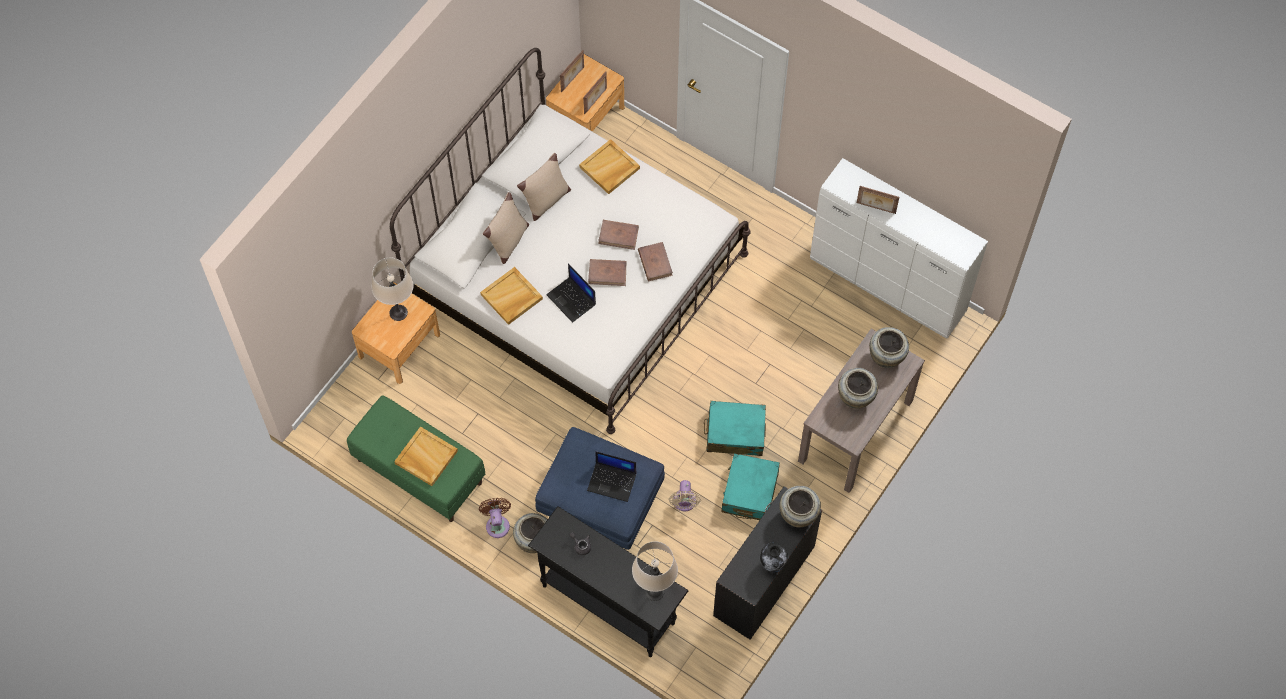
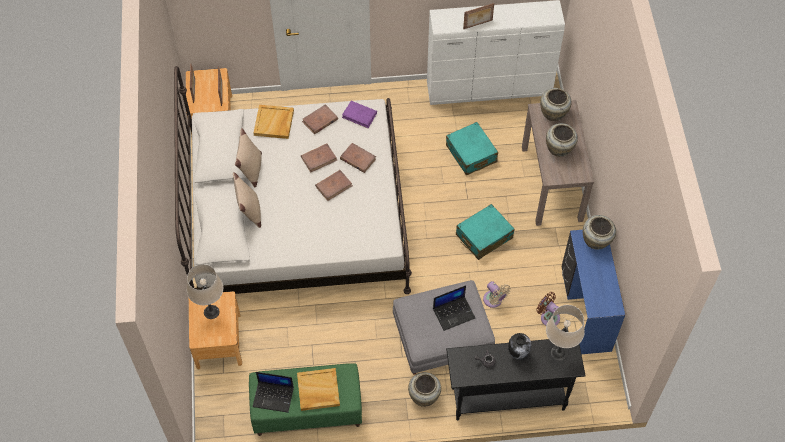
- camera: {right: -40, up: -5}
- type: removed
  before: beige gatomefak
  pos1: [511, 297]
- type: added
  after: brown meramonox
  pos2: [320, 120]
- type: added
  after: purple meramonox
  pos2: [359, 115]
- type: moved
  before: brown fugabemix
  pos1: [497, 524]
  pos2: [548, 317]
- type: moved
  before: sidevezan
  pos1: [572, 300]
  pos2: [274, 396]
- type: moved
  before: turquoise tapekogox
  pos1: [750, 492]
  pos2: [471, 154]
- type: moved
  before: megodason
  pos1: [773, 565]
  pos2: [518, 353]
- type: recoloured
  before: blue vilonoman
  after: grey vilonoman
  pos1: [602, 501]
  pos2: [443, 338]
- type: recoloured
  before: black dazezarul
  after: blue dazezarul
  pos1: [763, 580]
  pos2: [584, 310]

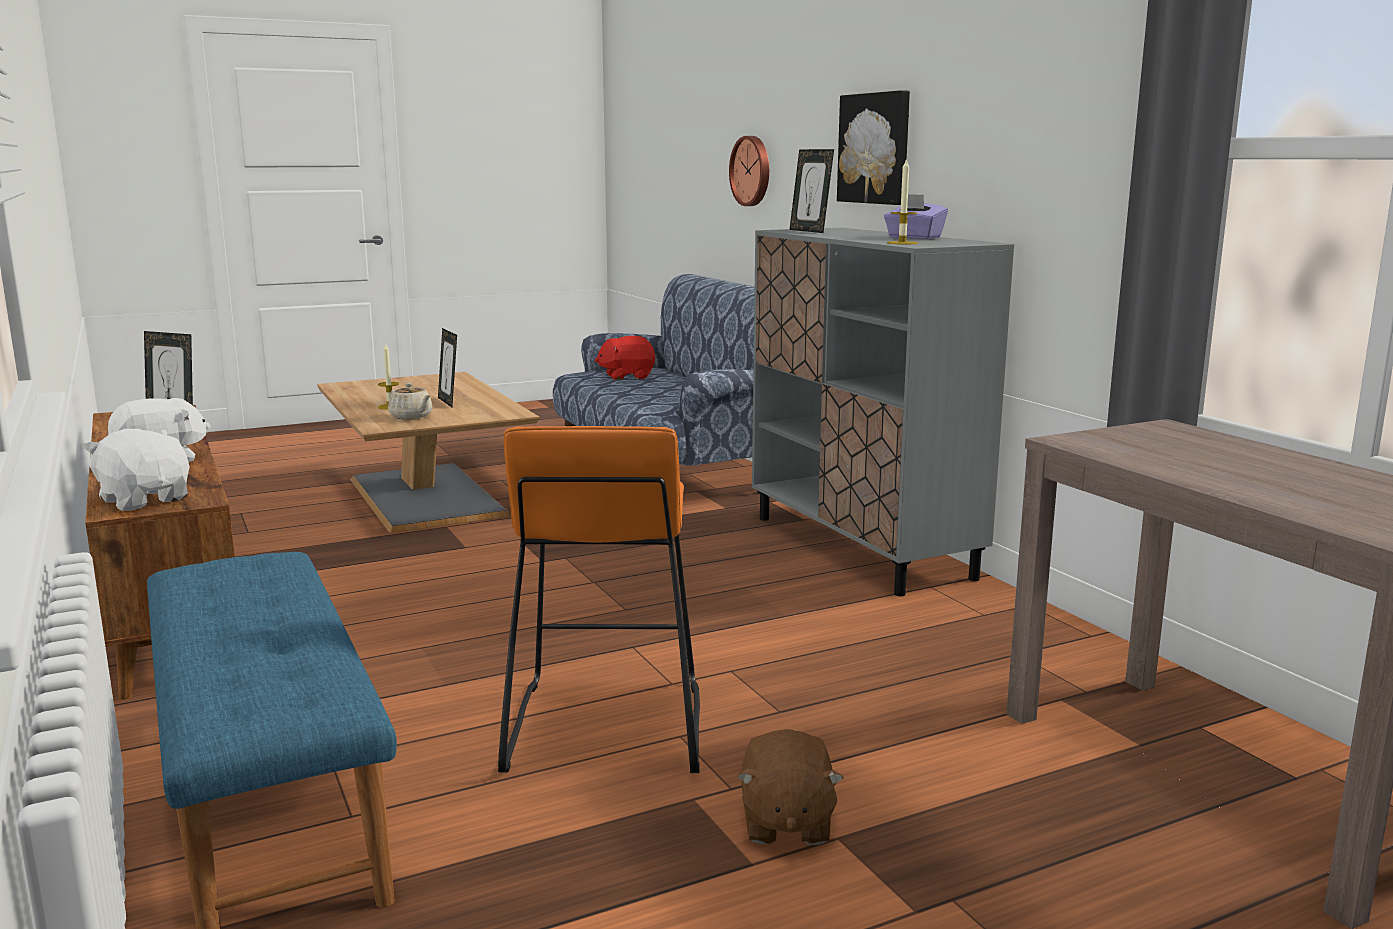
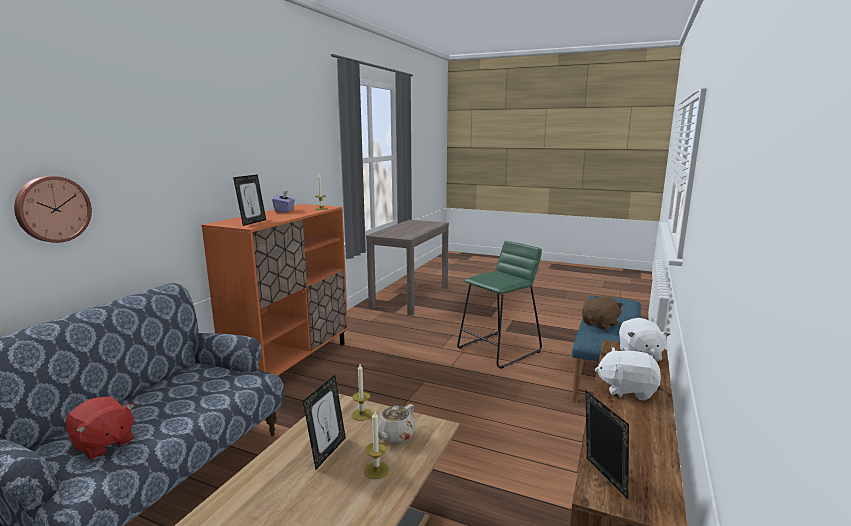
- camera: {right: -130, up: 0}
- type: removed
  before: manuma
  pos1: [876, 148]
- type: added
  after: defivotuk
  pos2: [361, 414]
- type: moved
  before: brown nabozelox
  pos1: [785, 823]
  pos2: [600, 324]
- type: recoloured
  before: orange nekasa
  after: green nekasa
  pos1: [604, 727]
  pos2: [499, 350]
- type: recoloured
  before: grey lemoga
  after: orange lemoga
  pos1: [861, 547]
  pos2: [291, 363]
- type: turned
  before: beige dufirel
  pos1: [411, 417]
  pos2: [395, 435]
  turn: -150

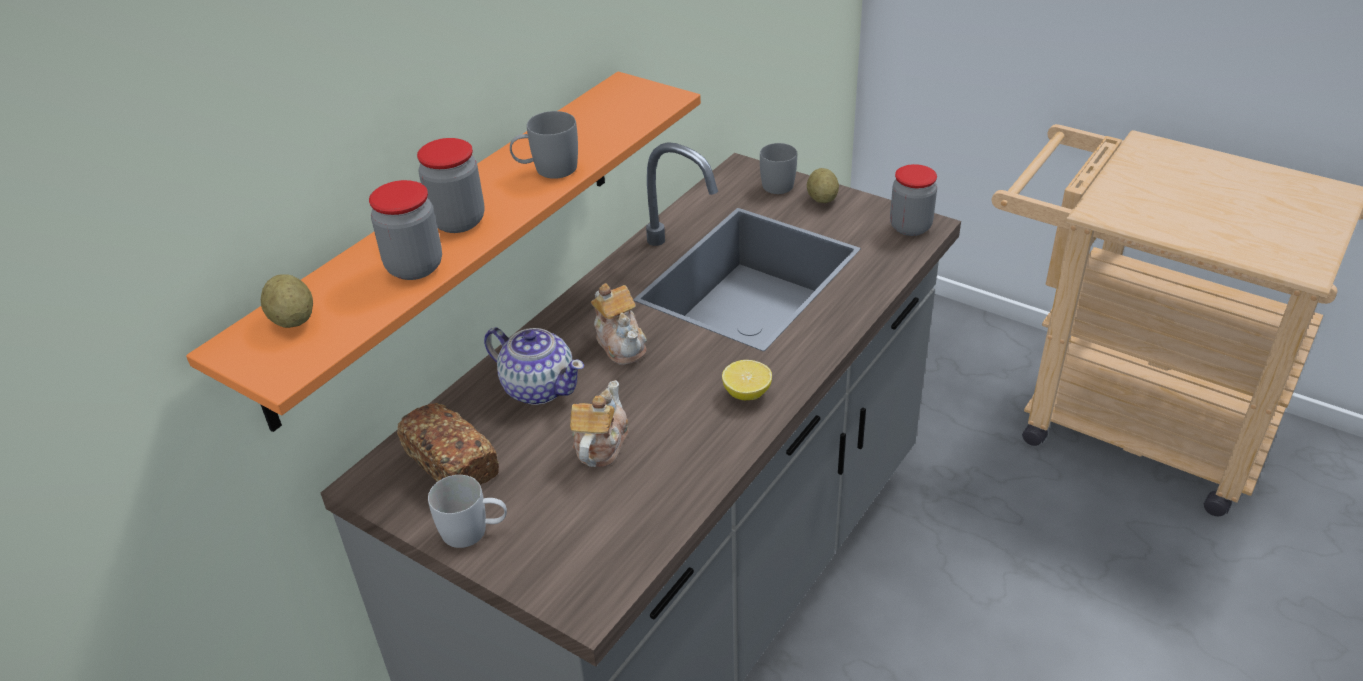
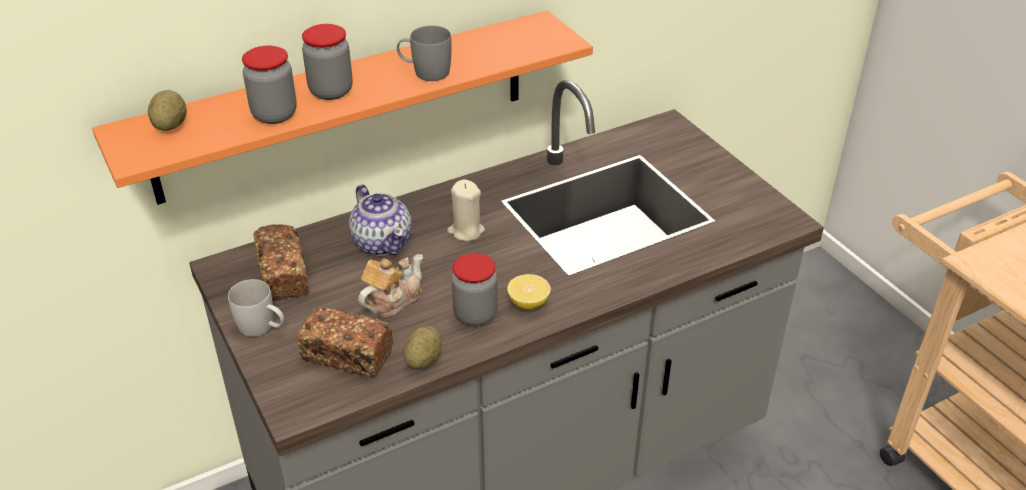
- camera: {right: 25, up: 0}
- type: removed
  before: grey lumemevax
  pos1: [776, 182]
- type: added
  after: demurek
  pos2: [347, 355]
- type: moved
  before: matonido
  pos1: [822, 199]
  pos2: [423, 359]
- type: moved
  before: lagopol
  pos1: [910, 227]
  pos2: [475, 314]
- type: replaced
  before: dufirel
  after: beige defivotuk
  pos1: [621, 343]
  pos2: [466, 231]

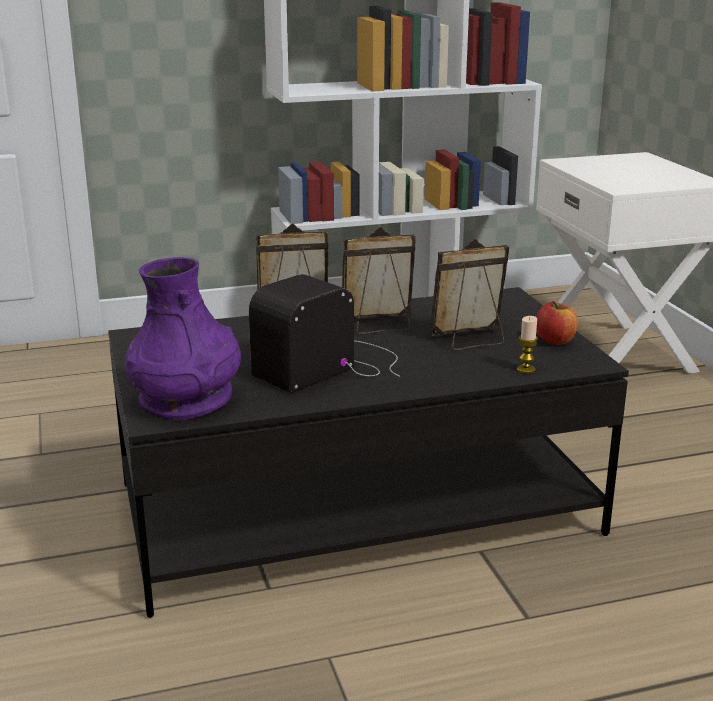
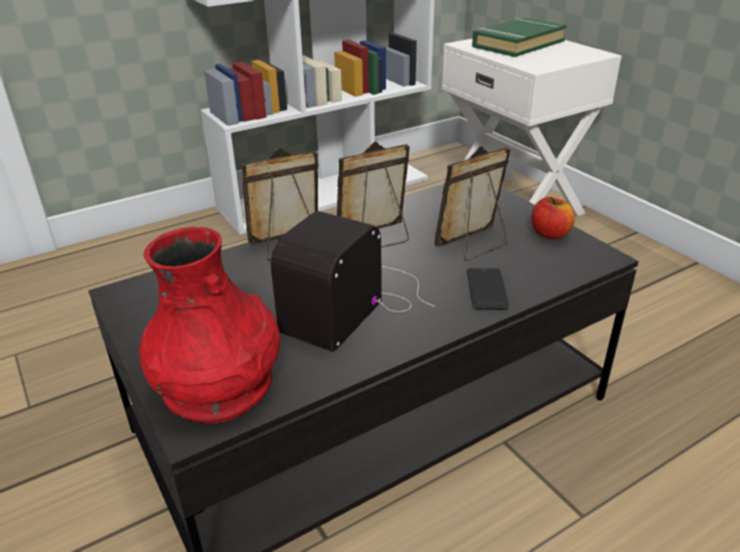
- camera: {right: -15, up: 10}
- type: removed
  before: defivotuk
  pos1: [526, 369]
- type: added
  after: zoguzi
  pos2: [486, 289]
- type: added
  after: green meramonox
  pos2: [517, 44]
- type: recoloured
  before: purple megodason
  after: red megodason
  pos1: [186, 399]
  pos2: [218, 384]

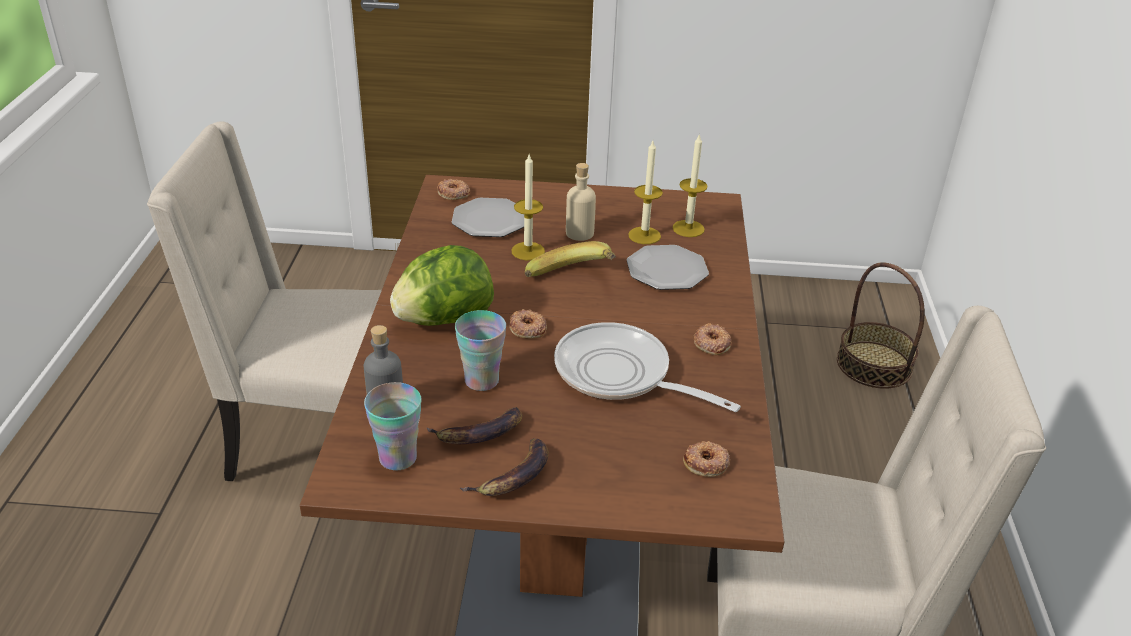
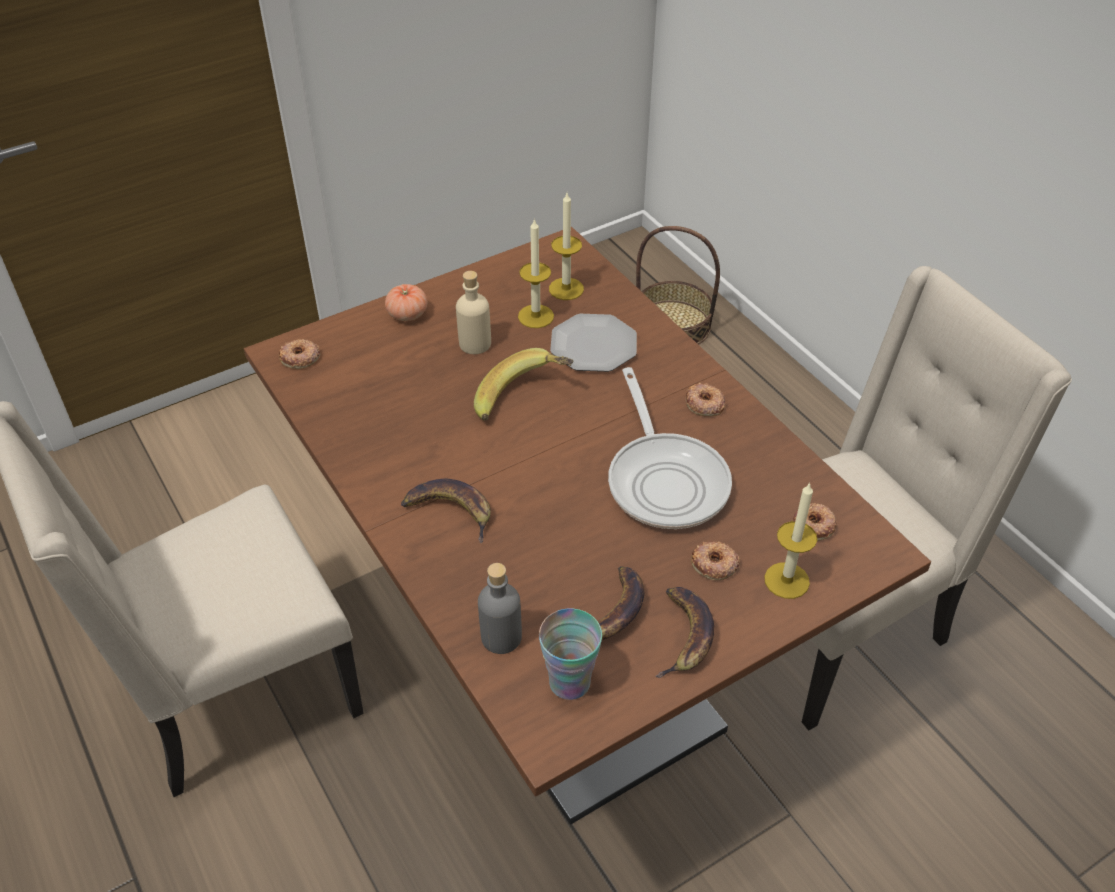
- camera: {right: -35, up: 10}
- type: removed
  before: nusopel
  pos1: [489, 221]
- type: removed
  before: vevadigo
  pos1: [481, 380]
- type: added
  after: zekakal
  pos2: [407, 314]
- type: moved
  before: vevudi
  pos1: [527, 328]
  pos2: [714, 564]
- type: moved
  before: defivotuk
  pos1: [528, 251]
  pos2: [786, 580]
- type: replaced
  before: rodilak
  after: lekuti
  pos1: [444, 319]
  pos2: [451, 511]
- type: turned
  before: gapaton
  pos1: [620, 375]
  pos2: [665, 479]
  turn: -105

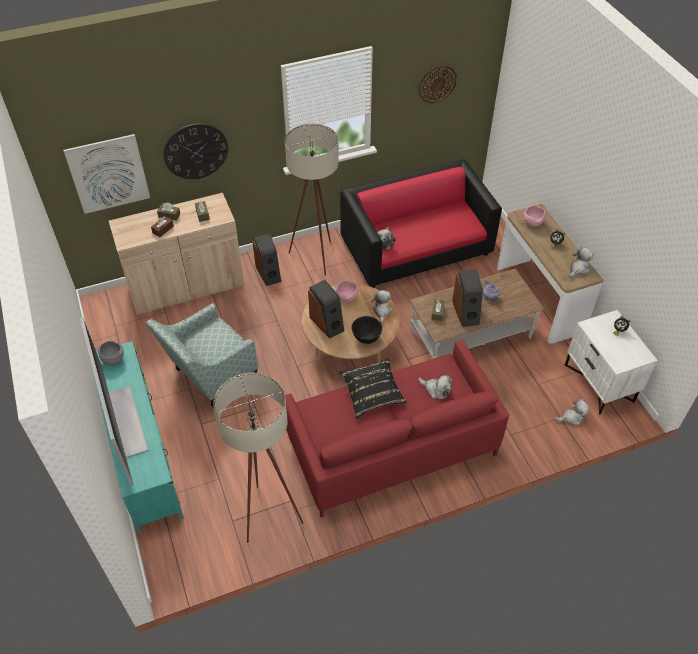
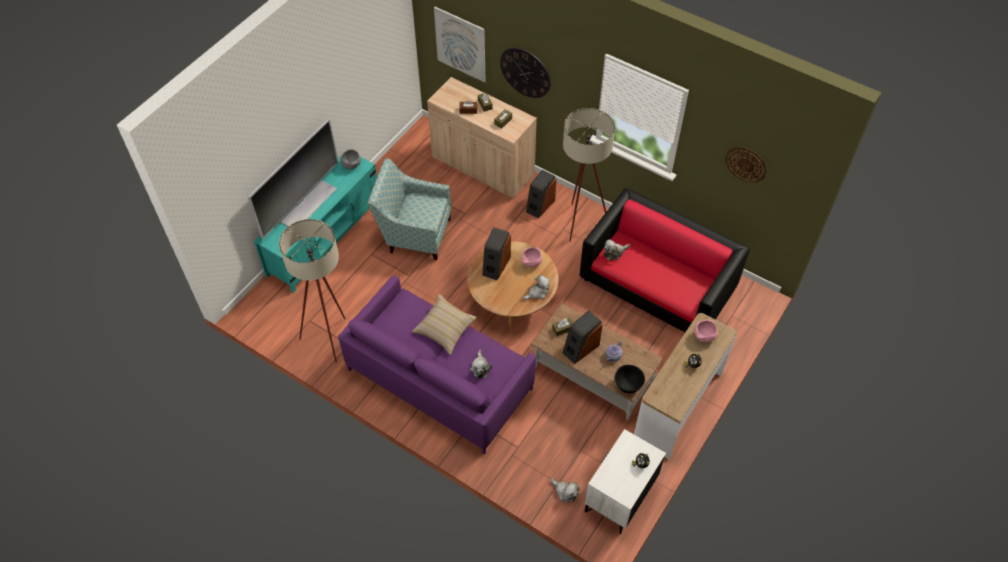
- camera: {right: 55, up: 5}
- type: removed
  before: nabozelox
  pos1: [578, 268]
- type: moved
  before: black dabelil
  pos1: [366, 338]
  pos2: [628, 385]
- type: recoloured
  before: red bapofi
  after: purple bapofi
  pos1: [391, 445]
  pos2: [440, 379]
- type: recoloured
  before: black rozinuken
  after: beige rozinuken
  pos1: [372, 394]
  pos2: [444, 329]

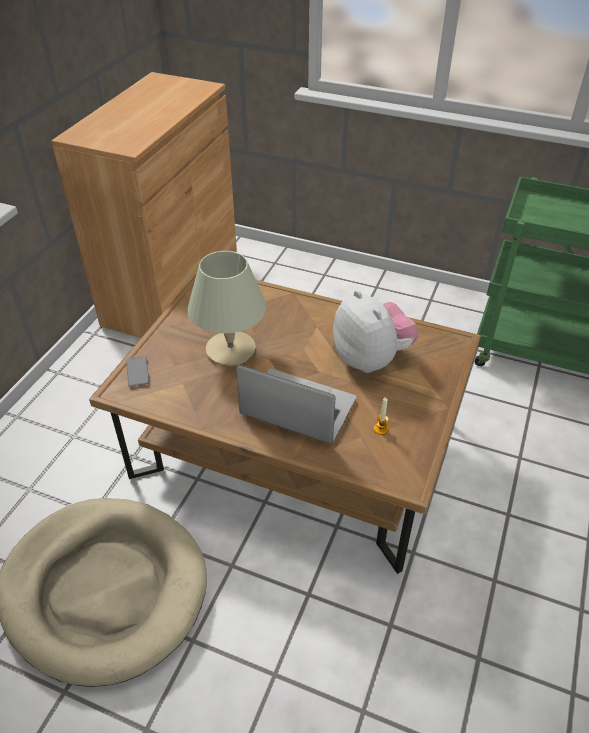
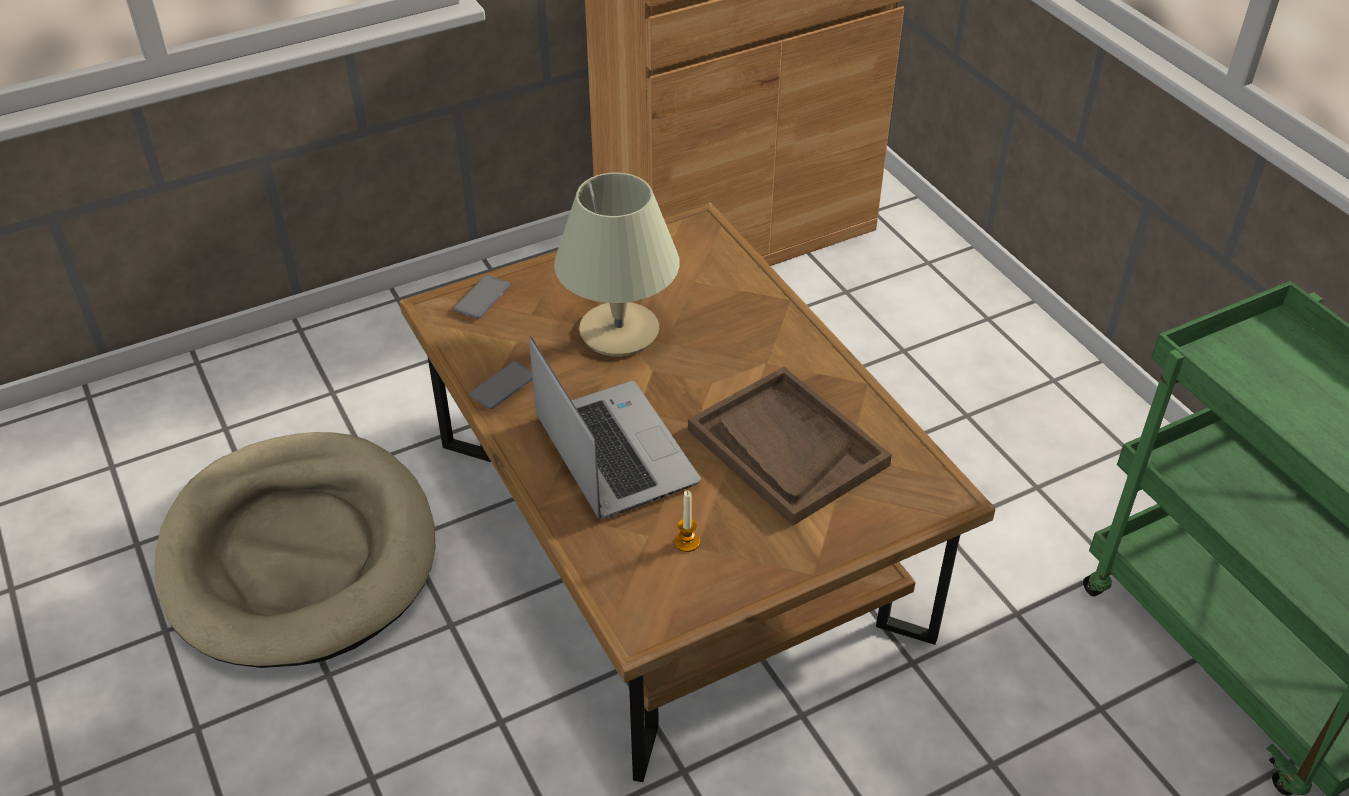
- camera: {right: 40, up: 0}
- type: added
  after: zoguzi
  pos2: [503, 386]
- type: replaced
  before: nabozelox
  after: brown gatomefak
  pos1: [371, 359]
  pos2: [786, 447]

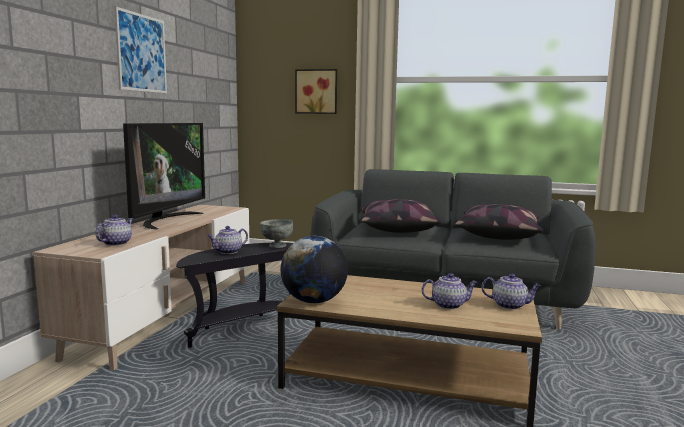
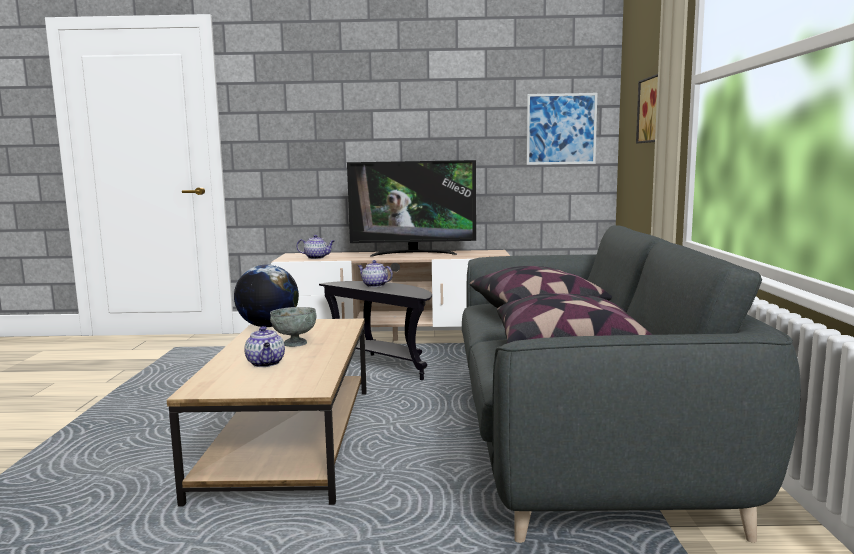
- camera: {right: 75, up: 0}
- type: removed
  before: dufirel
  pos1: [510, 305]
- type: moved
  before: manuma
  pos1: [141, 53]
  pos2: [561, 129]
- type: moved
  before: grey dabelil
  pos1: [277, 246]
  pos2: [294, 343]

